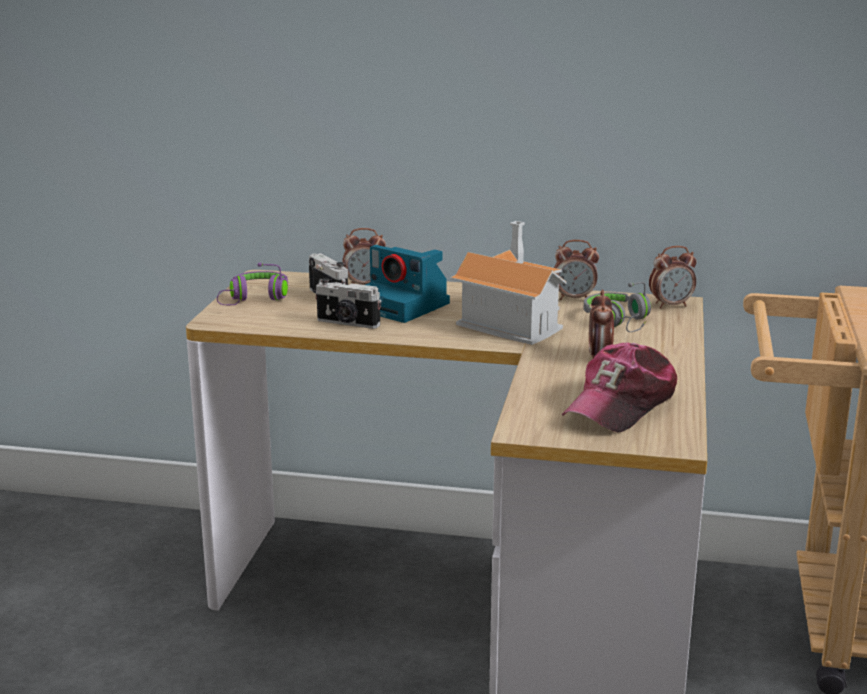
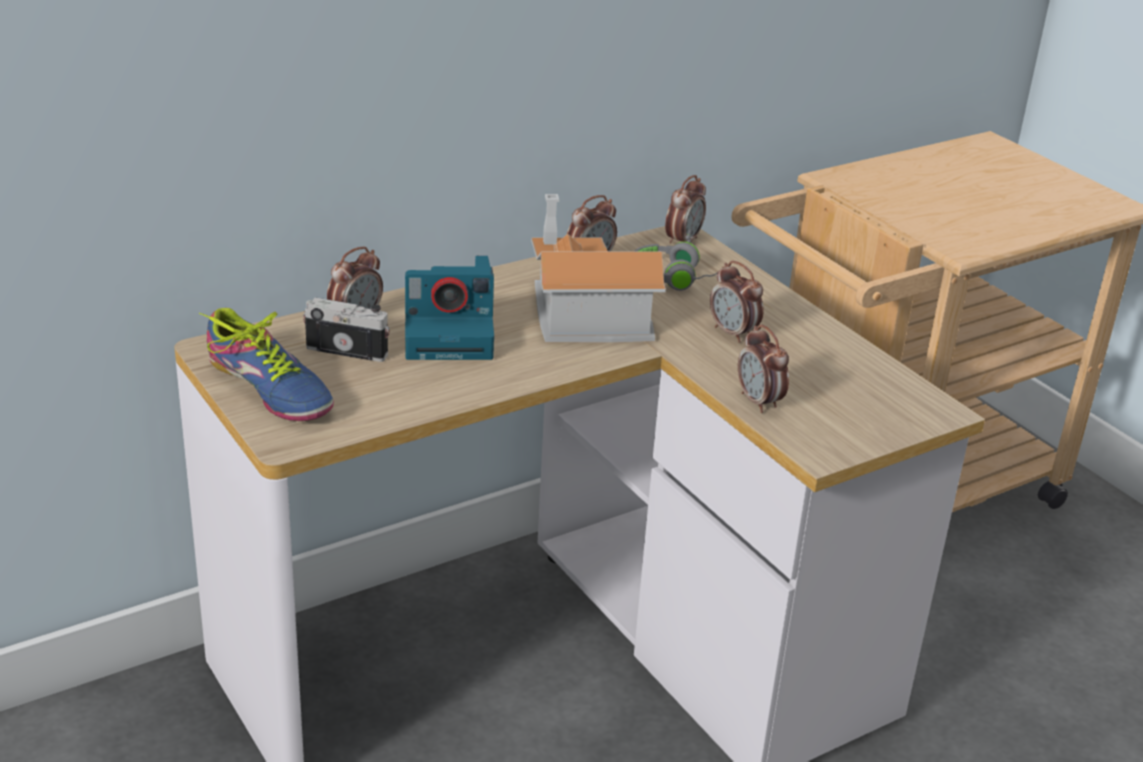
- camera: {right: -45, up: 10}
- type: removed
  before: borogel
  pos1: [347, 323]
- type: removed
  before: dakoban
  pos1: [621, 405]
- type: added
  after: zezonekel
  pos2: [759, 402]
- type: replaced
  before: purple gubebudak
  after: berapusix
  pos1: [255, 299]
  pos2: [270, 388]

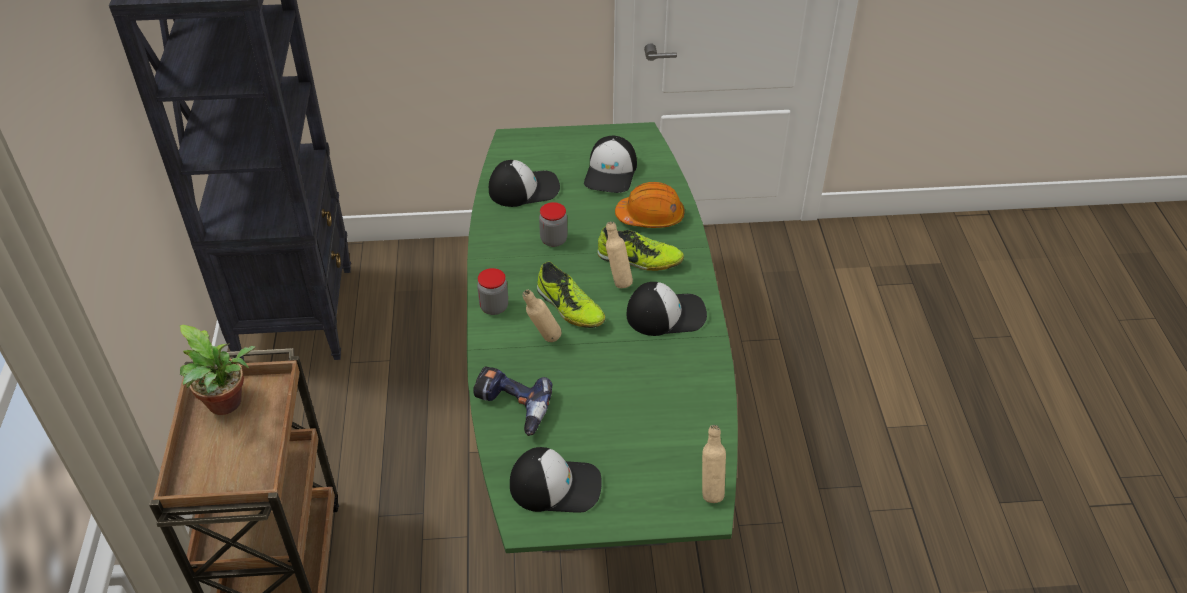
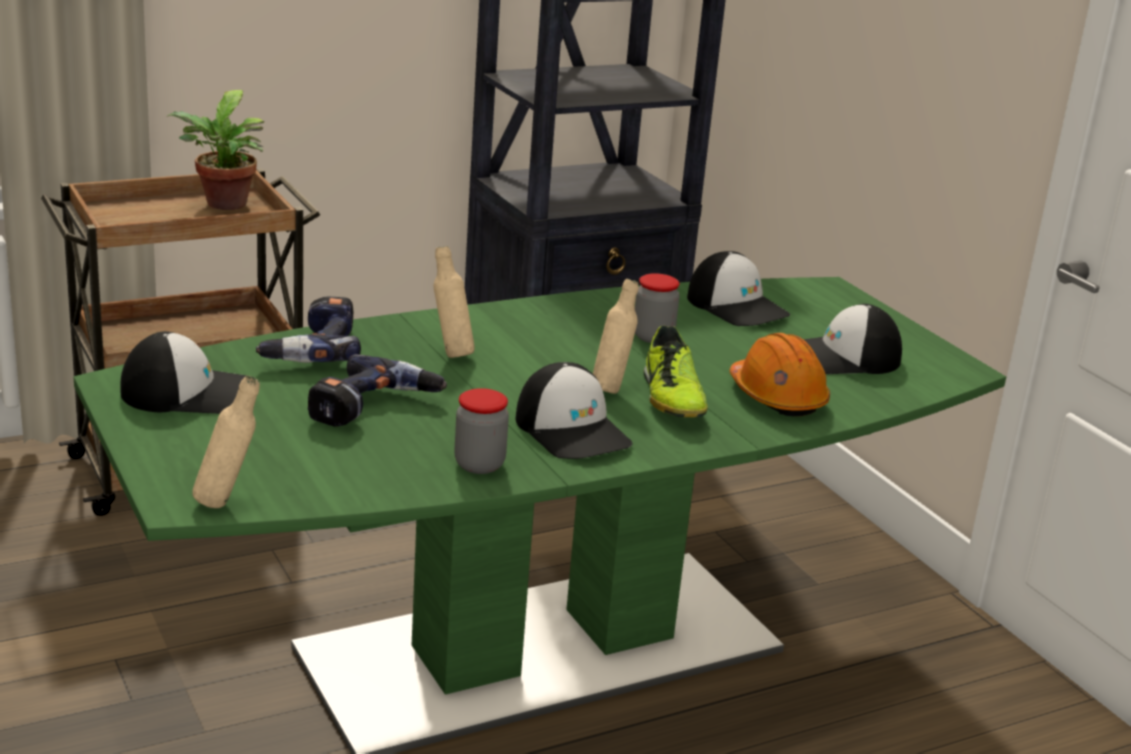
- camera: {right: 65, up: -20}
- type: removed
  before: berapusix
  pos1: [569, 308]
- type: added
  after: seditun
  pos2: [374, 409]
- type: moved
  before: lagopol
  pos1: [494, 307]
  pos2: [479, 464]
- type: turned
  before: dakoban
  pos1: [556, 485]
  pos2: [190, 392]
  turn: -75

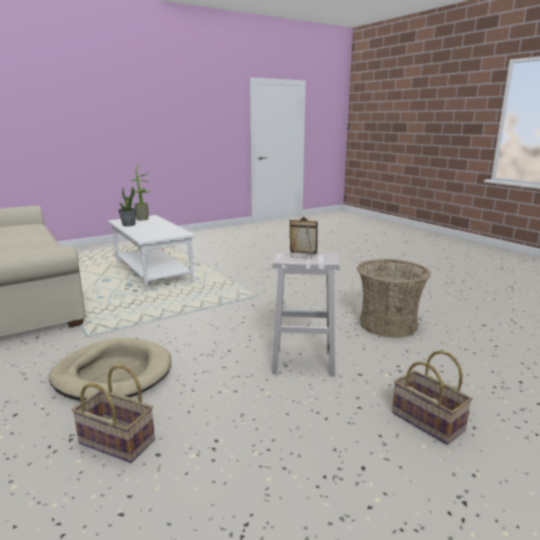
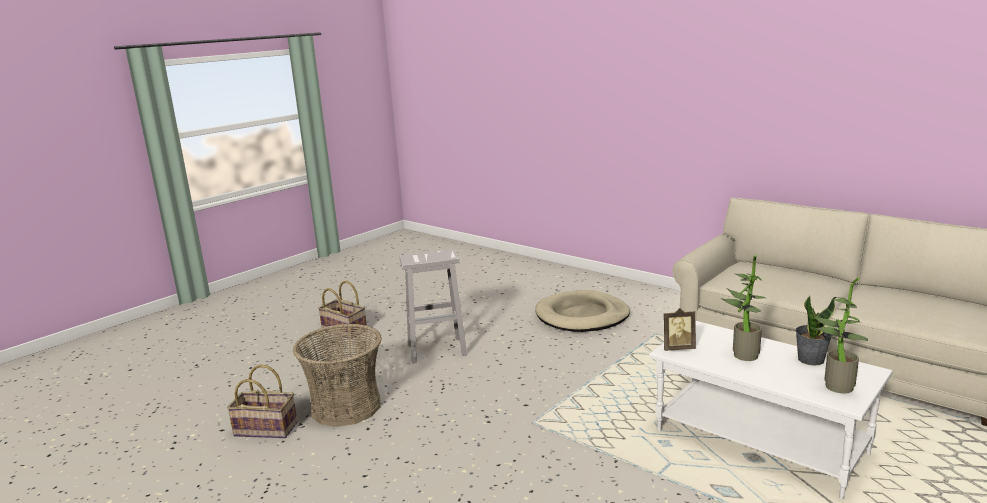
- camera: {right: 165, up: 0}
- type: added
  after: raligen
  pos2: [741, 354]
- type: moved
  before: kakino
  pos1: [116, 442]
  pos2: [266, 428]
- type: moved
  before: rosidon
  pos1: [302, 255]
  pos2: [678, 348]

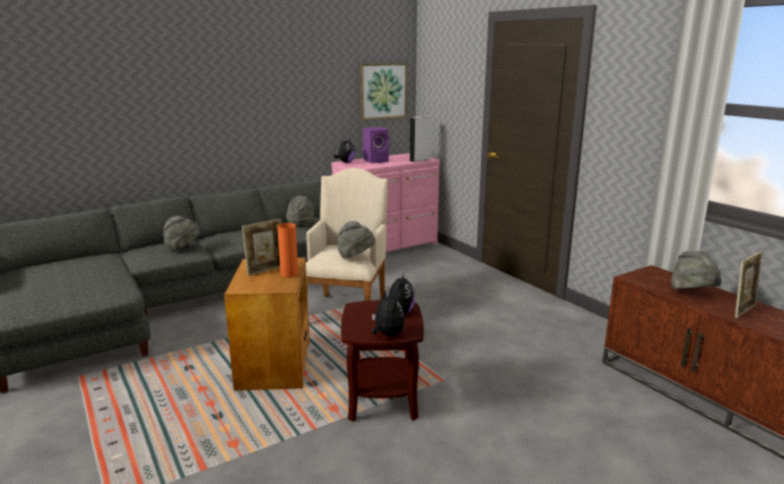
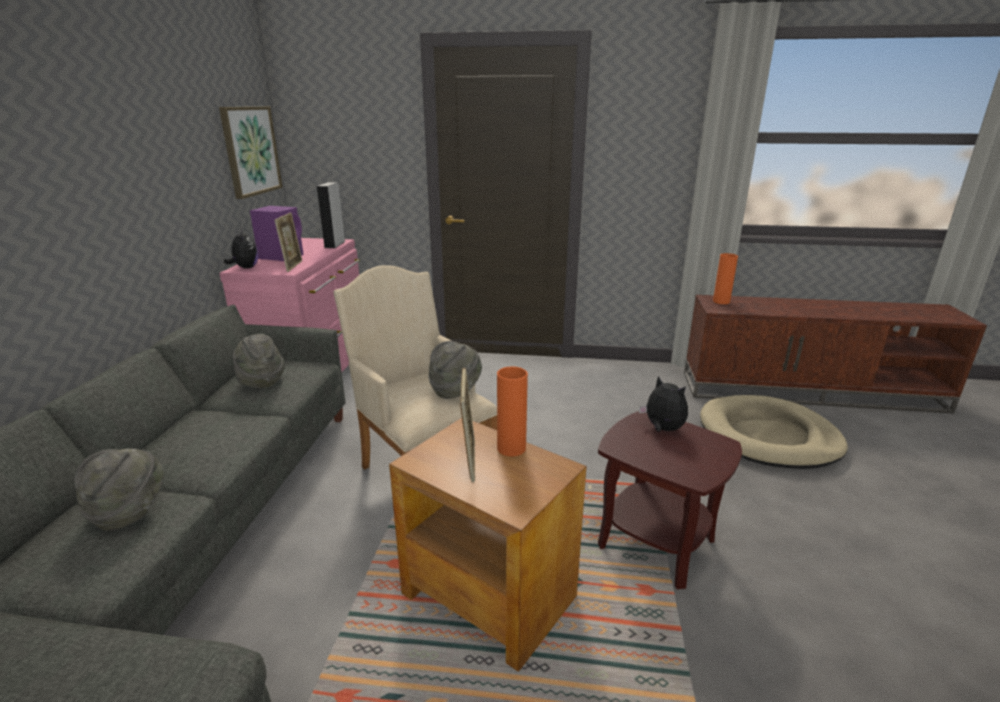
- camera: {right: -50, up: 5}
- type: removed
  before: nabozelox
  pos1: [387, 335]
- type: removed
  before: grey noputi
  pos1: [693, 294]
- type: added
  after: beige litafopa
  pos2: [768, 437]
- type: added
  after: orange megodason
  pos2: [721, 301]
- type: moved
  before: rosidon
  pos1: [743, 310]
  pos2: [293, 266]

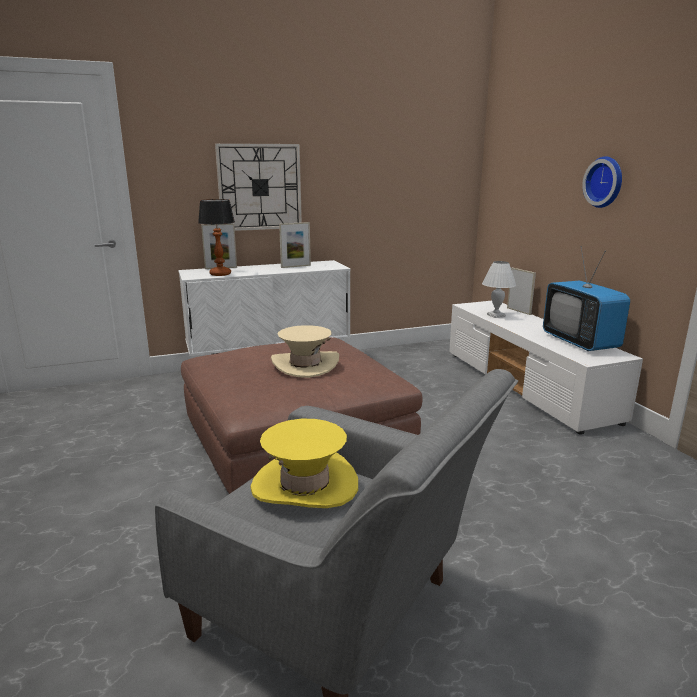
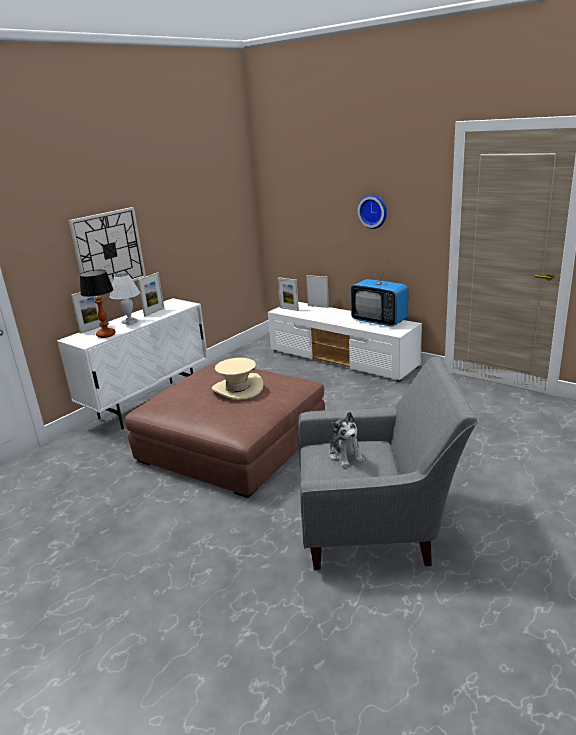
- camera: {right: -30, up: 5}
- type: added
  after: rosidon
  pos2: [289, 309]
- type: moved
  before: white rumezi
  pos1: [496, 315]
  pos2: [130, 322]
- type: replaced
  before: yellow noputi
  after: nabozelox
  pos1: [305, 485]
  pos2: [345, 455]

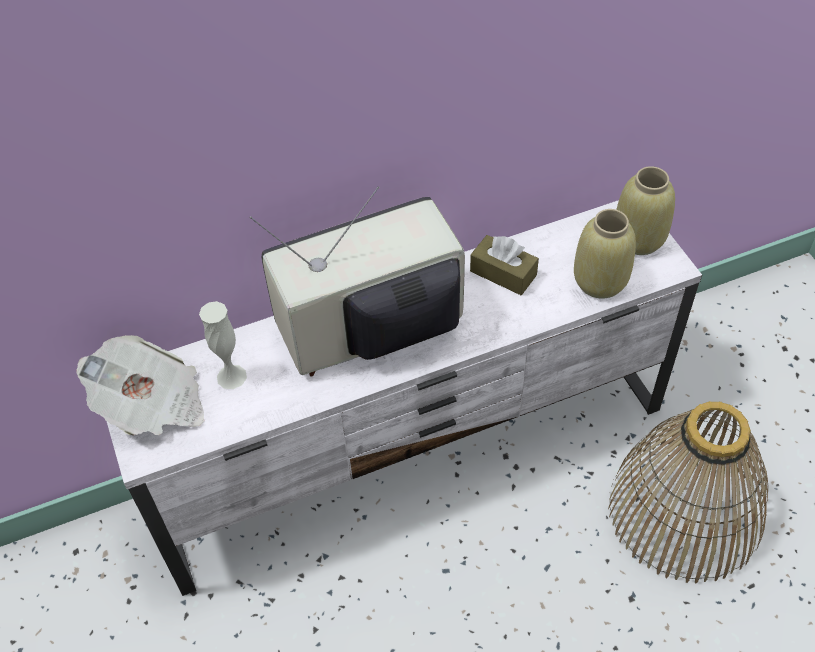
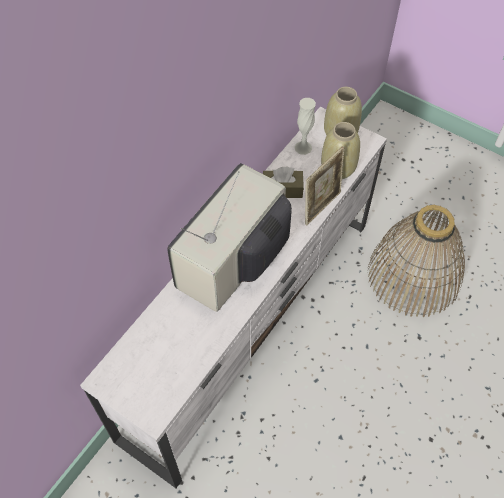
- camera: {right: -35, up: 5}
- type: removed
  before: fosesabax
  pos1: [152, 405]
- type: added
  after: rosidon
  pos2: [321, 206]
- type: moved
  before: white megodason
  pos1: [231, 376]
  pos2: [303, 147]

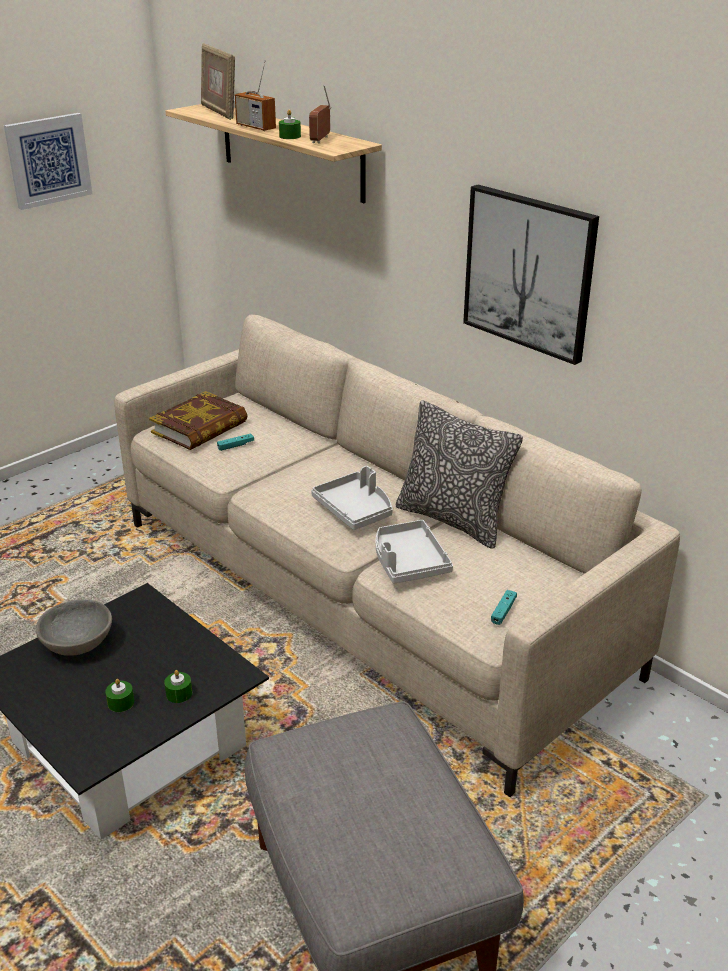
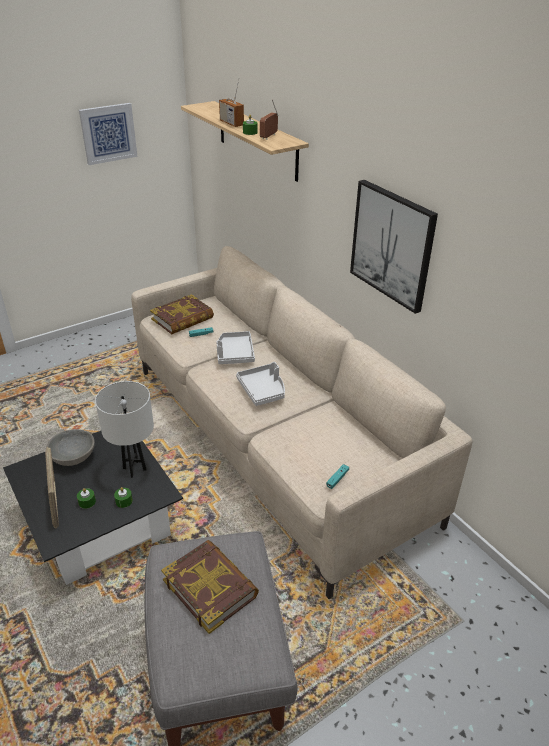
- camera: {right: 10, up: 5}
- type: removed
  before: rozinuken
  pos1: [453, 520]
- type: added
  after: white rumezi
  pos2: [134, 469]
- type: added
  after: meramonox
  pos2: [210, 588]
- type: moved
  before: rosidon
  pos1: [219, 112]
  pos2: [57, 504]
- type: moved
  before: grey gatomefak
  pos1: [408, 562]
  pos2: [234, 354]

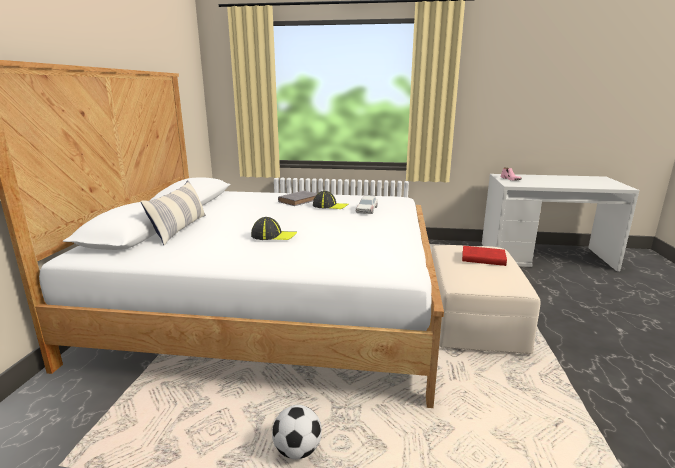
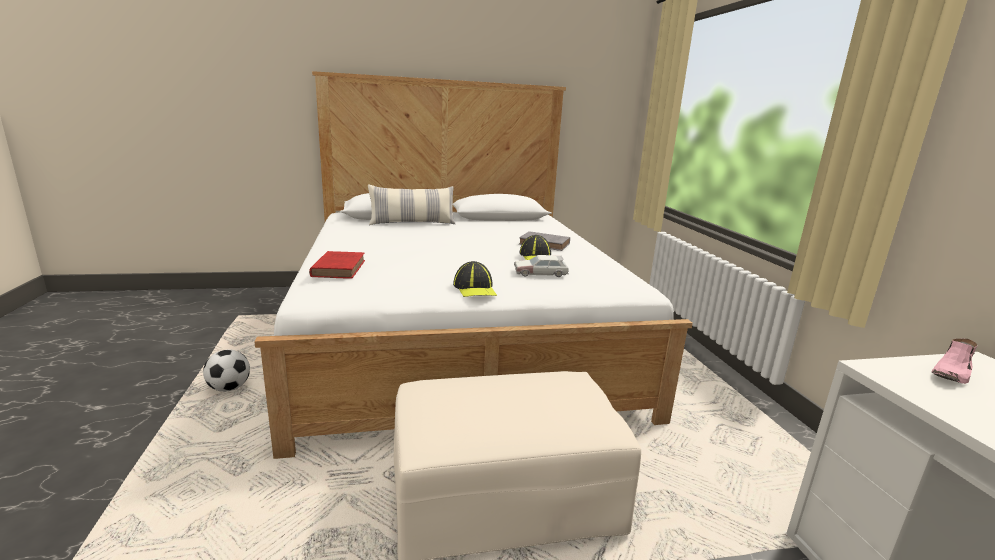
- camera: {right: 70, up: 0}
- type: moved
  before: dakoban
  pos1: [273, 235]
  pos2: [475, 288]
- type: moved
  before: red meramonox
  pos1: [481, 258]
  pos2: [339, 268]

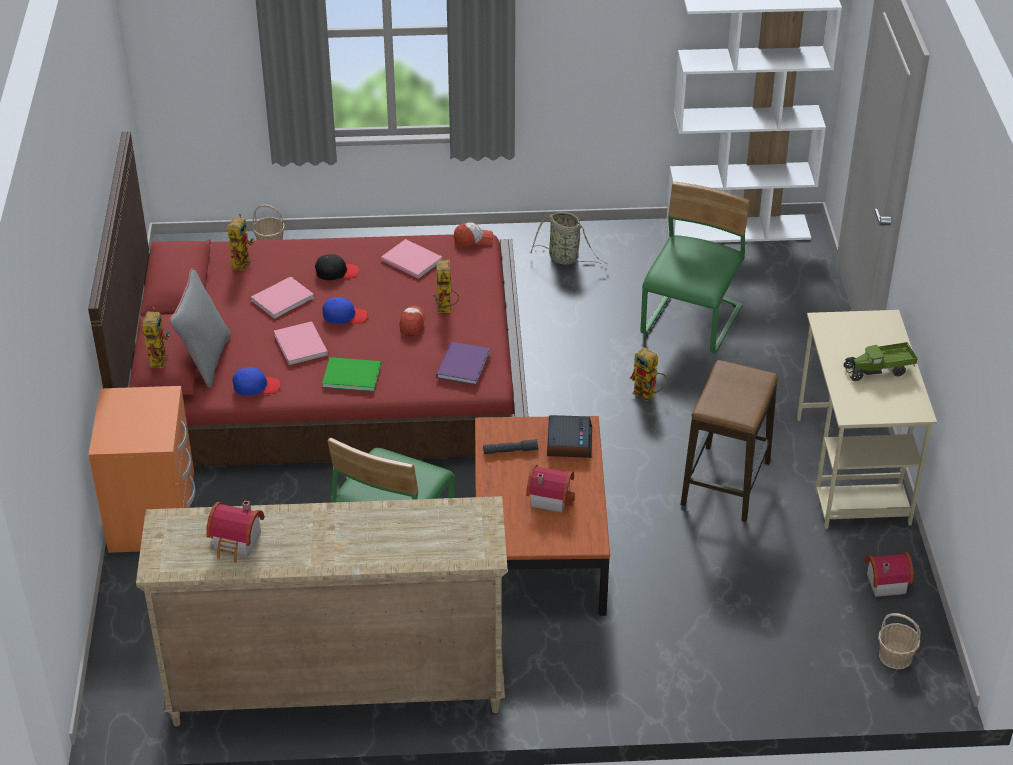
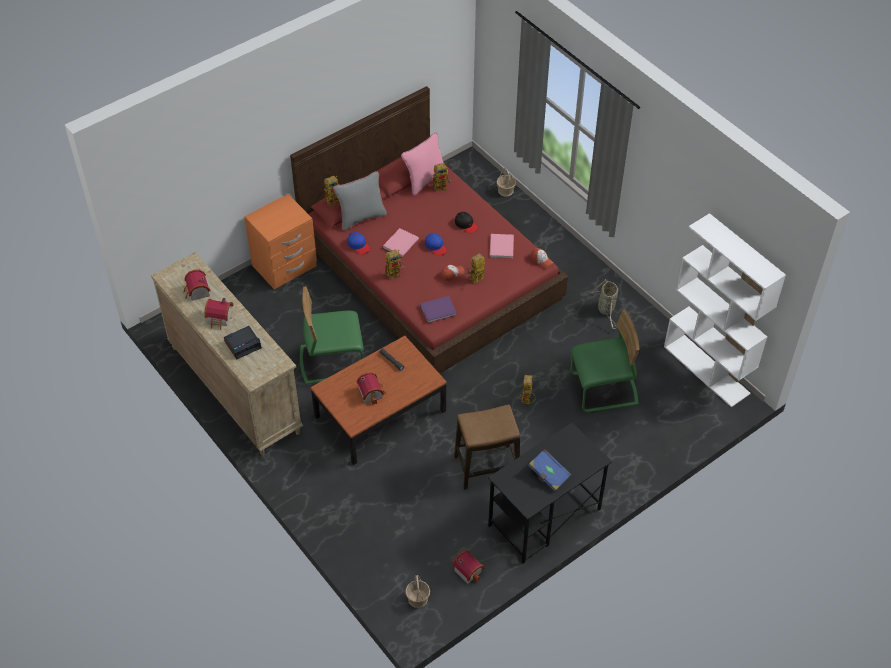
- camera: {right: 55, up: 10}
- type: removed
  before: pink meramonox
  pos1: [280, 299]
- type: added
  after: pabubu
  pos2: [220, 319]
- type: added
  after: pink rozinuken
  pos2: [425, 180]
- type: moved
  before: zezonekel
  pos1: [568, 442]
  pos2: [243, 344]
- type: replaced
  before: green meramonox
  after: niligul
  pos1: [350, 374]
  pos2: [395, 273]
- type: replaced
  before: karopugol
  after: blue meramonox
  pos1: [879, 371]
  pos2: [548, 475]
- type: recoloured
  before: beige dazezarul
  after: black dazezarul
  pos1: [852, 471]
  pos2: [544, 518]

